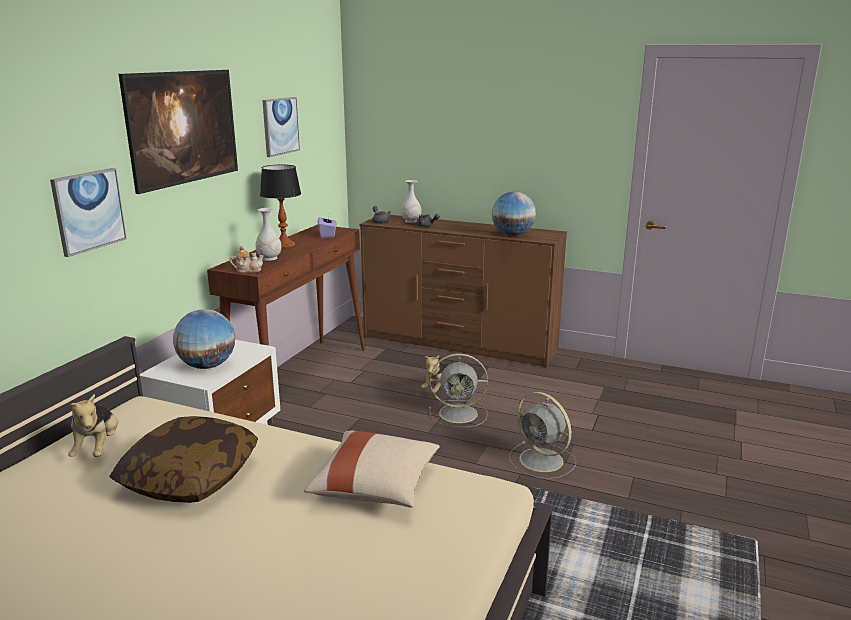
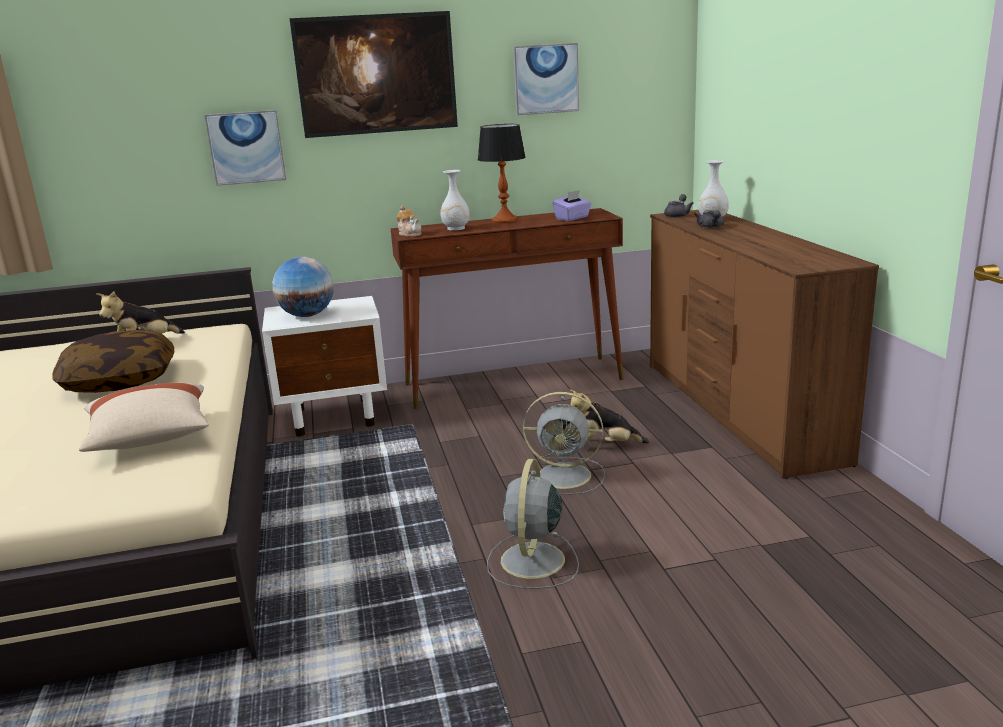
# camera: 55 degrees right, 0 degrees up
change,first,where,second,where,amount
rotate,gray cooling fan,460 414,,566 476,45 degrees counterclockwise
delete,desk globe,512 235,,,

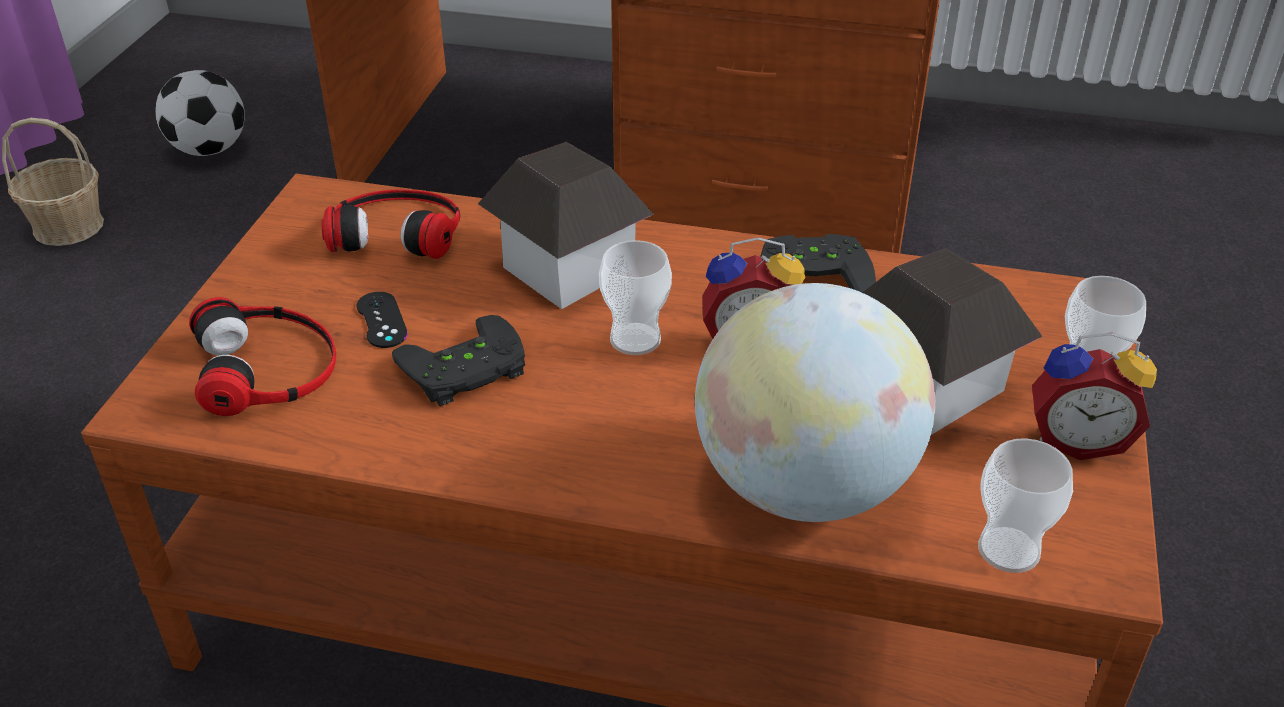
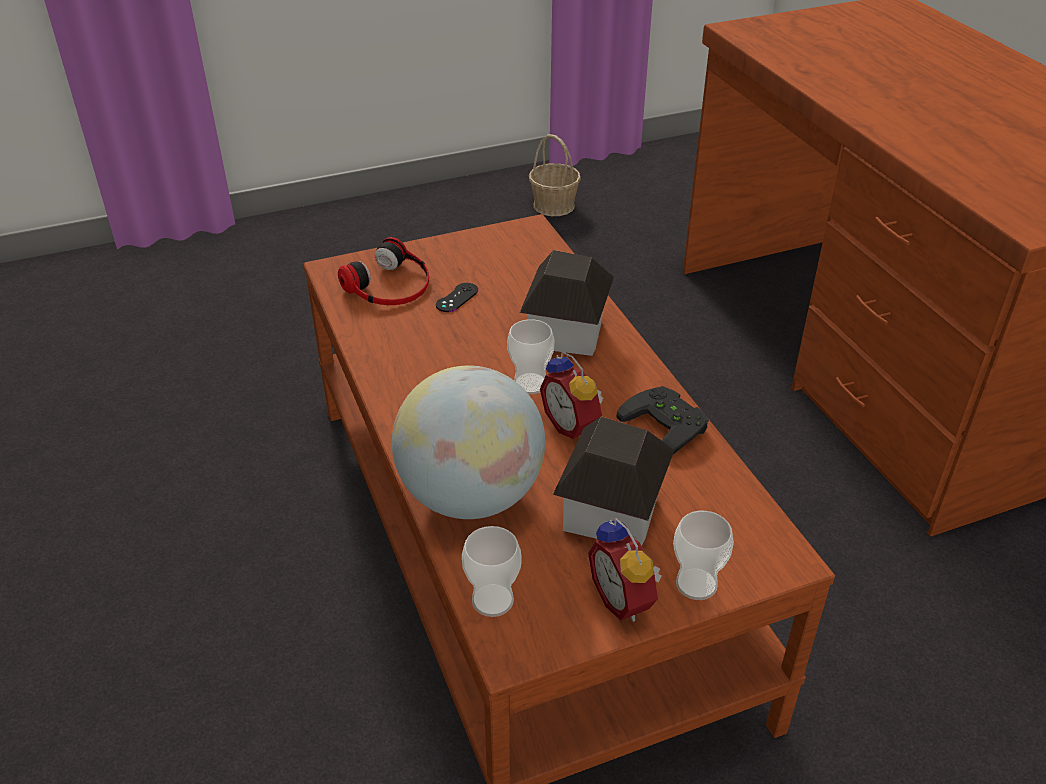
# camera: 55 degrees right, 0 degrees up
change,first,where,second,where,amount
delete,ball for football,209 150,,,
delete,headphones,397 230,,,
delete,blackish game controller,466 372,,,

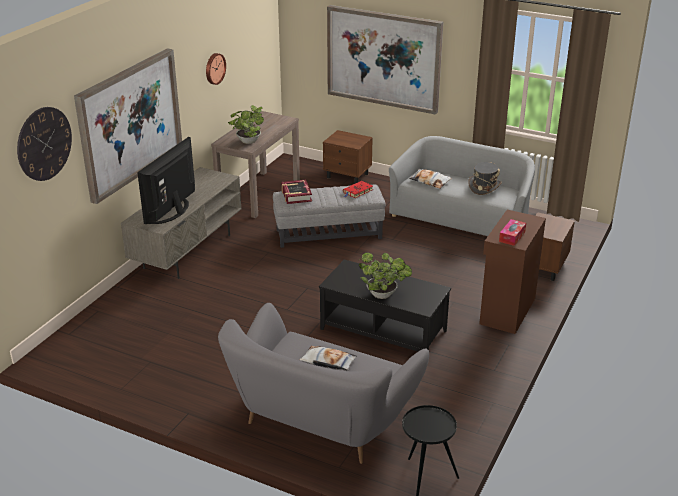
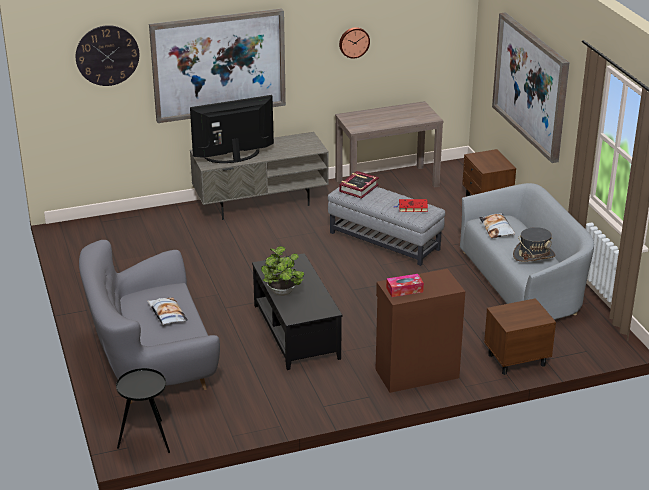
# camera: 45 degrees right, 0 degrees up
change,first,where,second,where,amount
delete,houseplant,247 142,,,

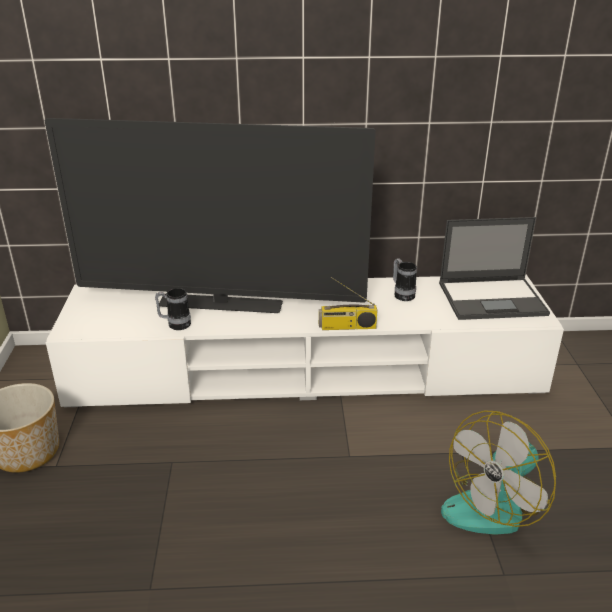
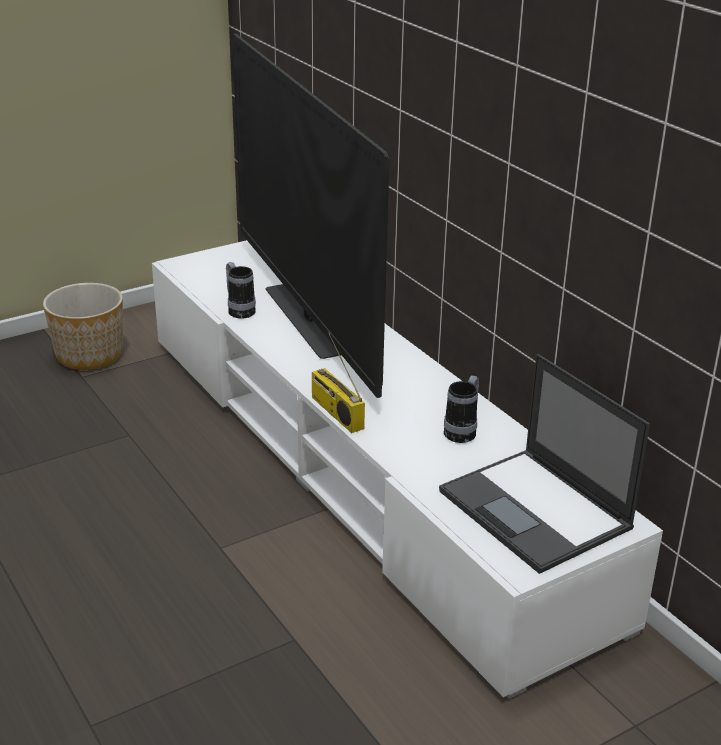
# camera: 60 degrees right, 0 degrees up
change,first,where,second,where,amount
delete,cooling fan,494 504,,,

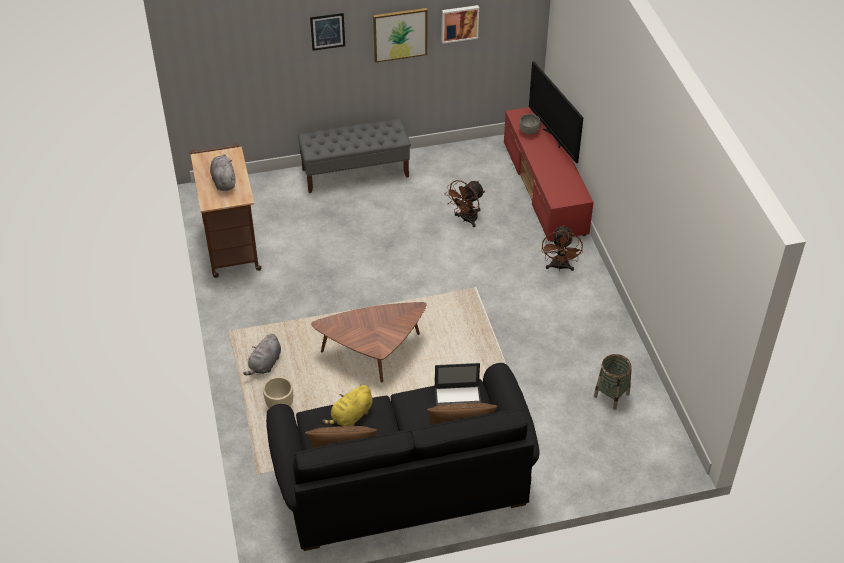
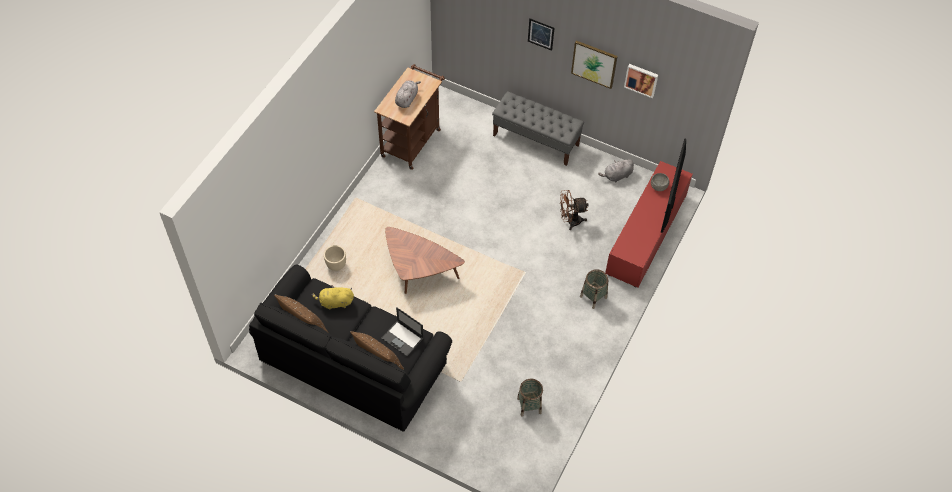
# camera: 40 degrees right, 10 degrees up
change,first,where,second,where,amount
replace,brown-coloured cooling fan,559 267,storage basket,593 297,
move,gray cuddly toy,265 364,,617 176,

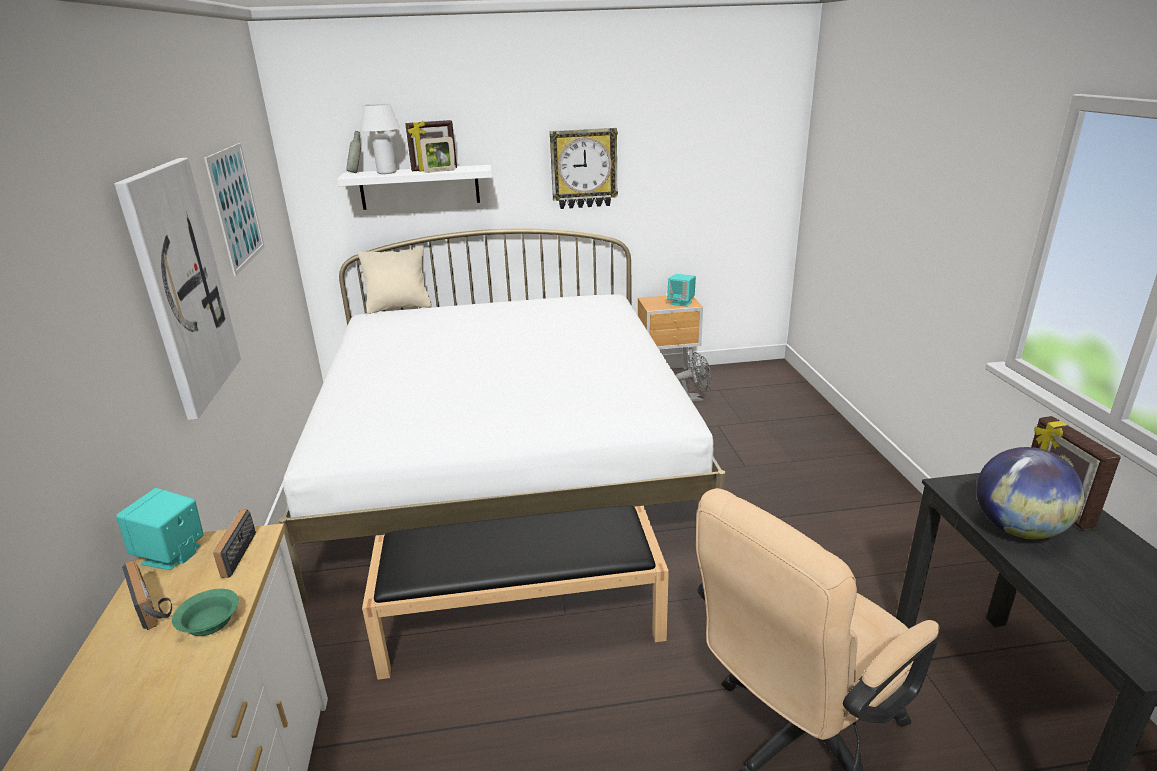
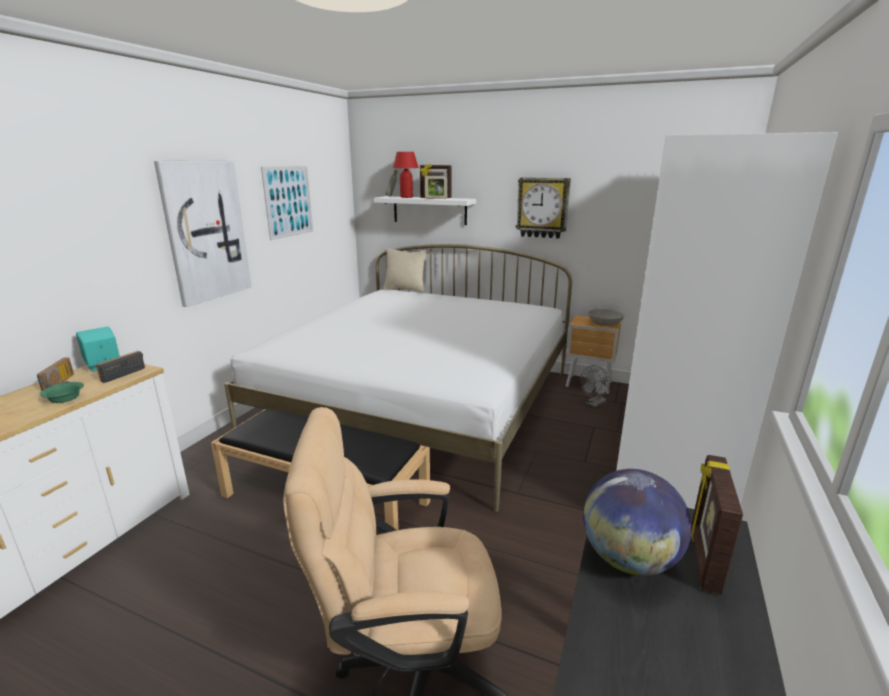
# camera: 30 degrees right, 5 degrees down
change,first,where,second,where,amount
recolor,white-coloured table lamp,386 172,reddish table lamp,406 197,
rotate,gray cooling fan,694 399,,594 403,120 degrees clockwise
replace,turquoise audio speaker,681 302,gray serving bowl,604 324,
insert,,,white-coloured wardrobe,665 451,

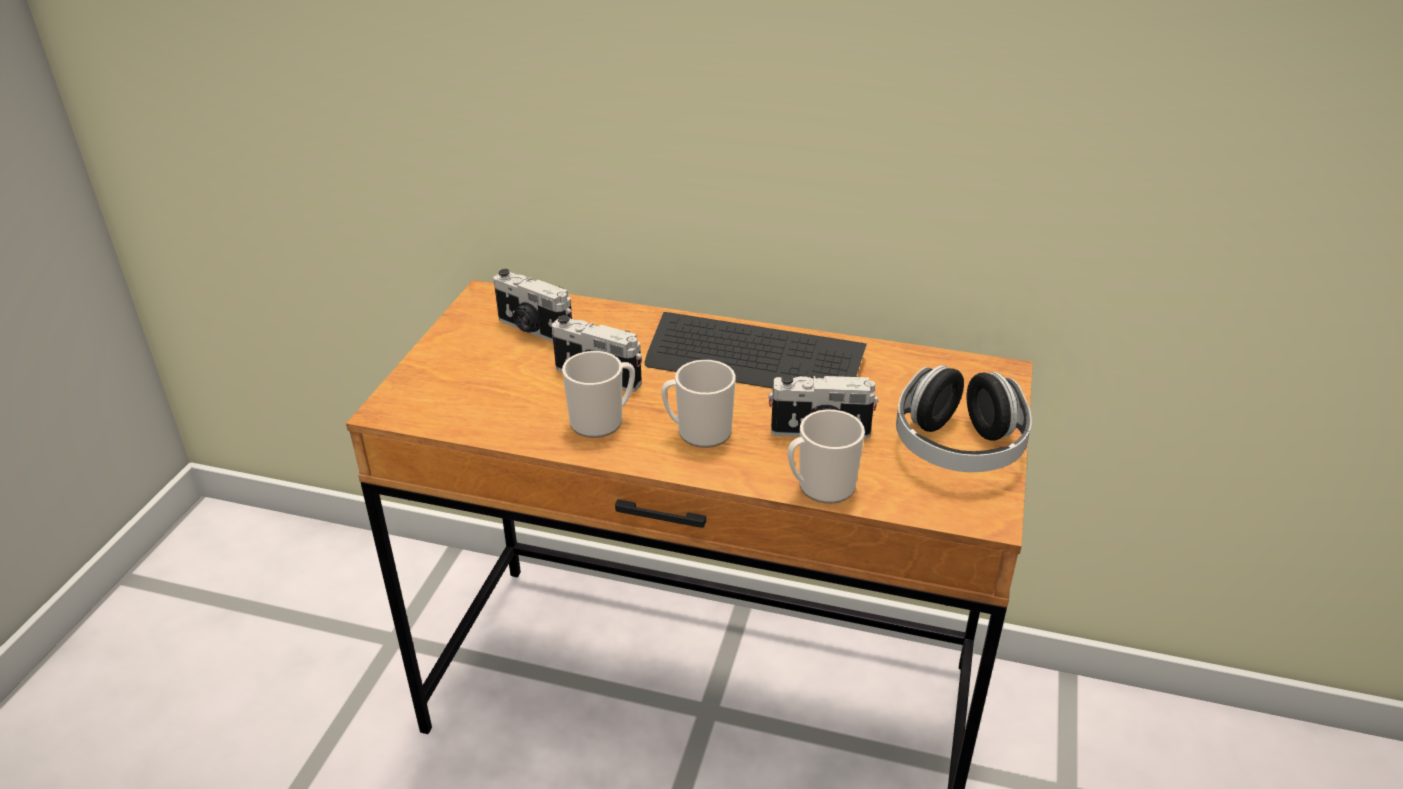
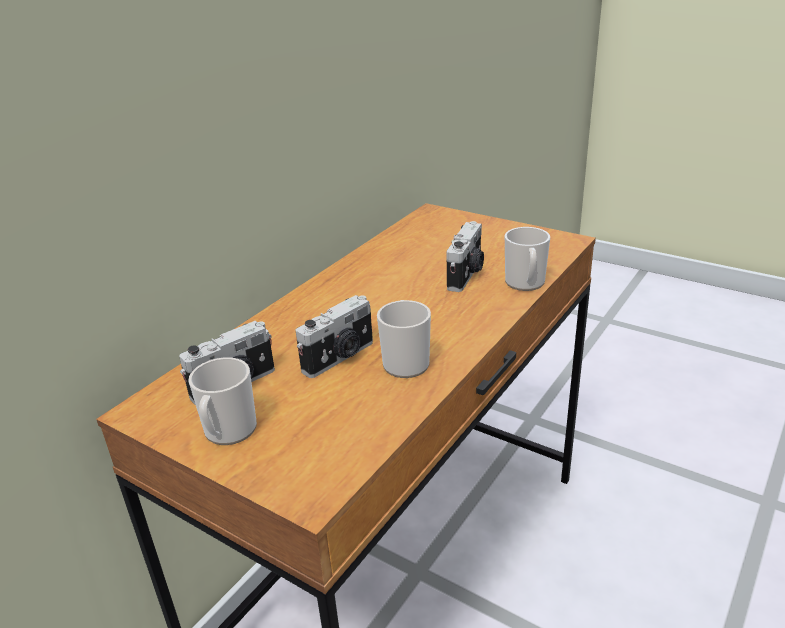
# camera: 70 degrees left, 5 degrees down
change,first,where,second,where,amount
move,mug,698 432,,228 432,
delete,computer keyboard,754 360,,,
delete,headphones,958 448,,,

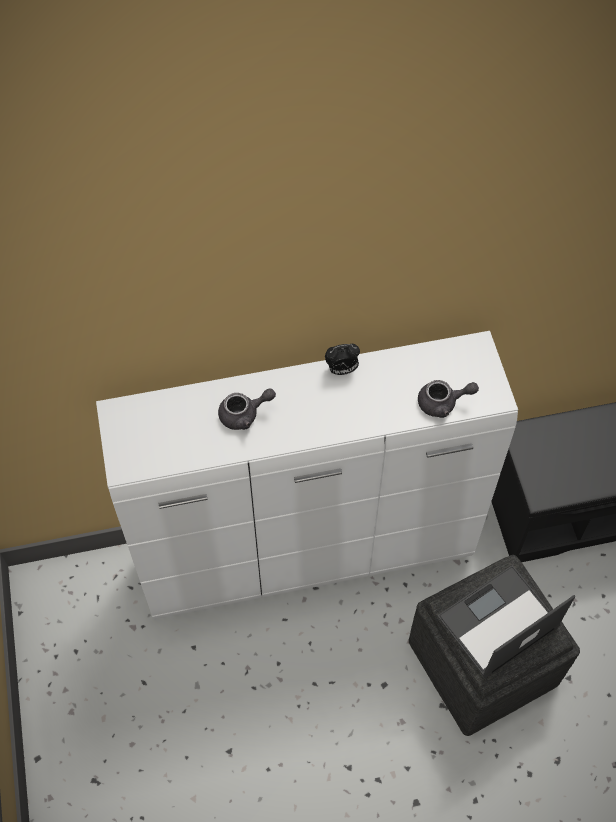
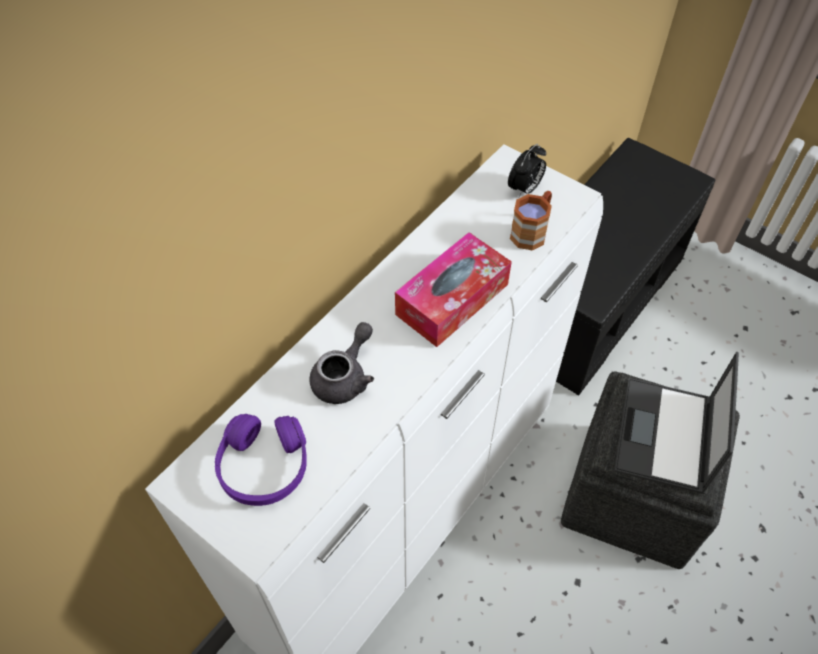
# camera: 40 degrees left, 5 degrees down
change,first,where,second,where,amount
insert,,,purplish headphones,264 466,
insert,,,tissue holder,452 299,
move,alarm clock,341 370,,524 189,
replace,gray tea pot,443 403,brown-coloured mug,532 231,

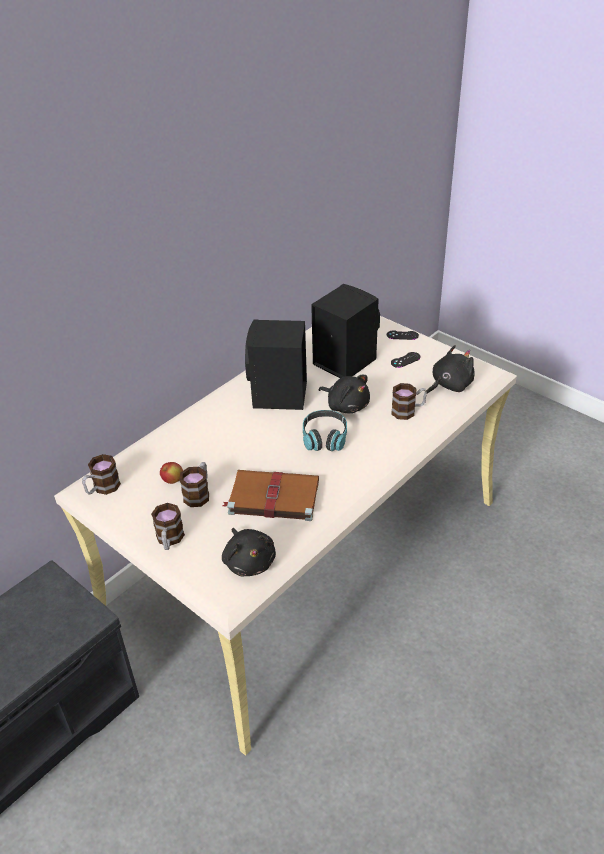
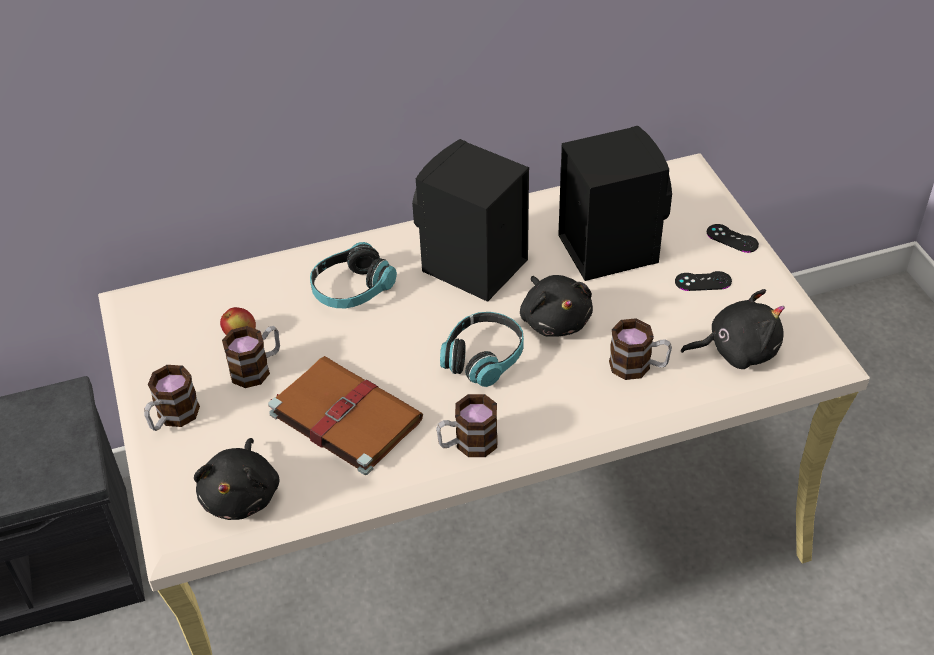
# camera: 30 degrees right, 5 degrees up
change,first,where,second,where,amount
insert,,,headphones,352 289,
move,mug,102 488,,467 444,

